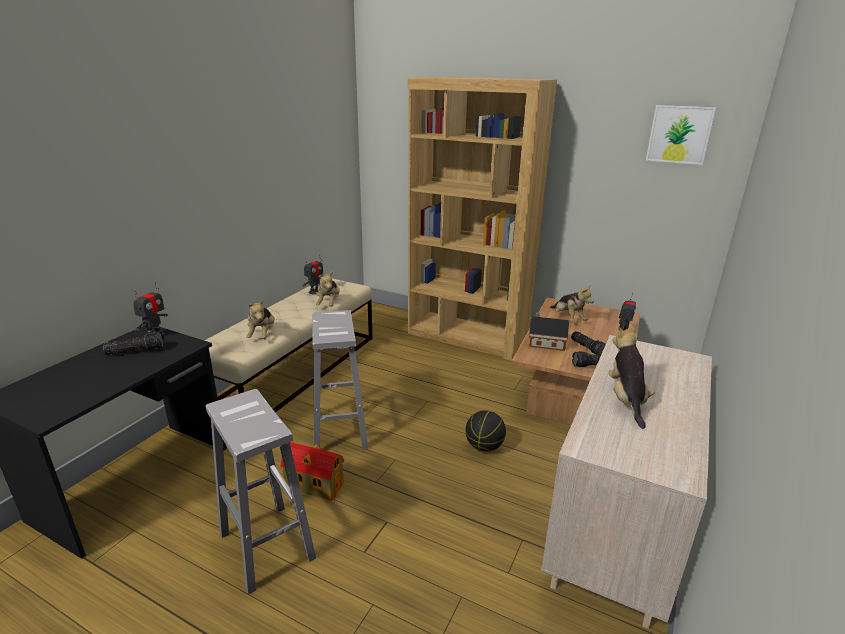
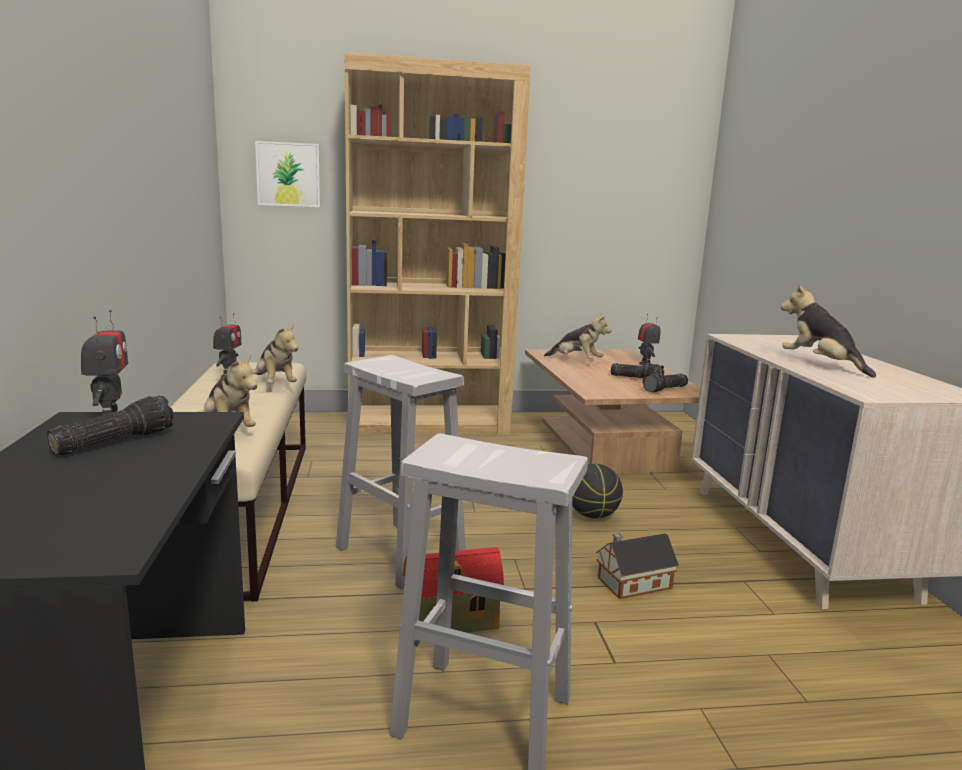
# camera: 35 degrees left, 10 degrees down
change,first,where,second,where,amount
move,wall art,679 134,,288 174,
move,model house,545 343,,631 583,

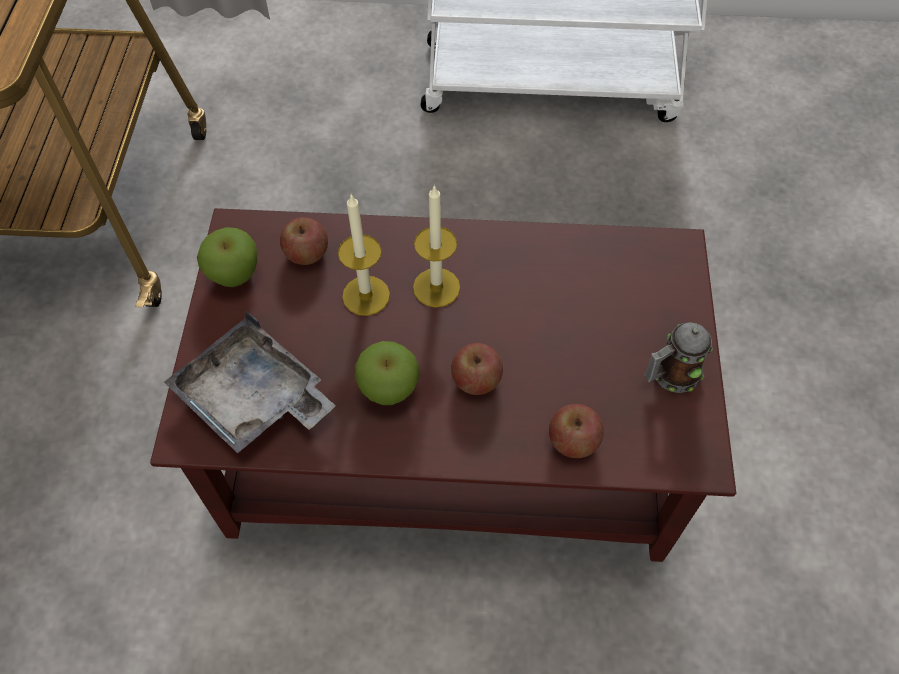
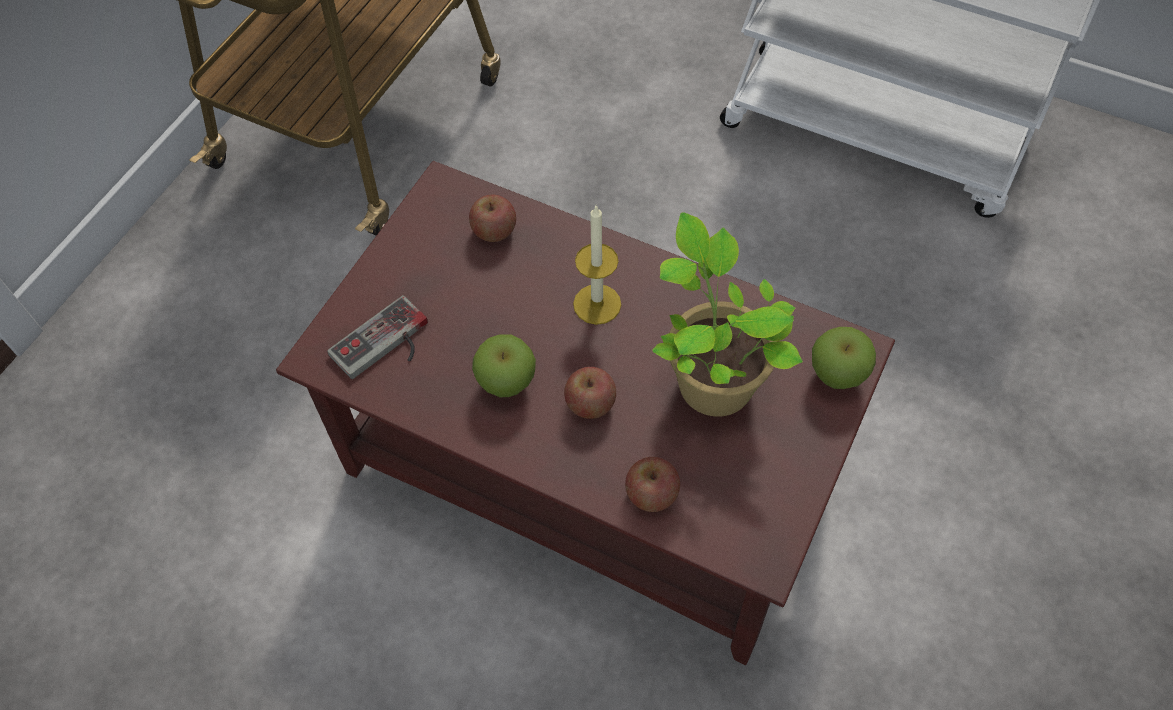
# camera: 25 degrees right, 0 degrees up
change,first,where,second,where,amount
replace,gray serving tray,254 398,game controller,386 346,
insert,,,houseplant,711 380,
move,whole apple,235 275,,837 375,
delete,wax candle,366 295,,,
delete,mug,670 375,,,

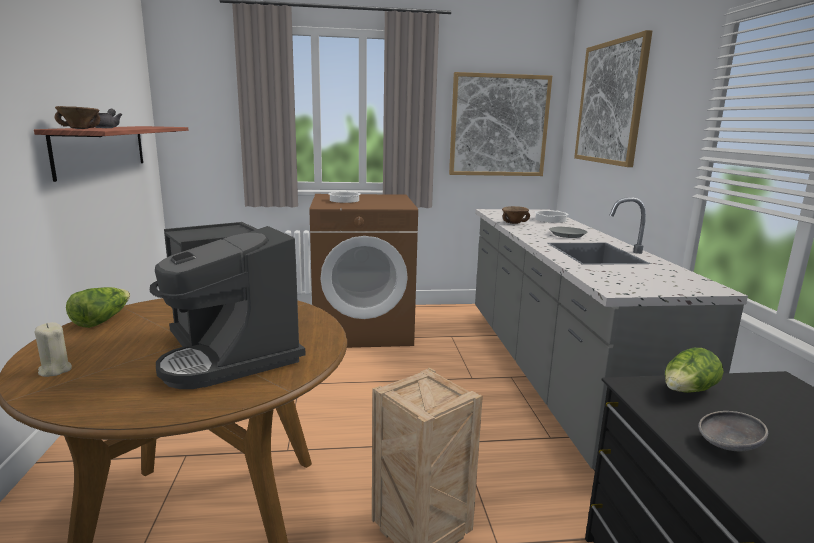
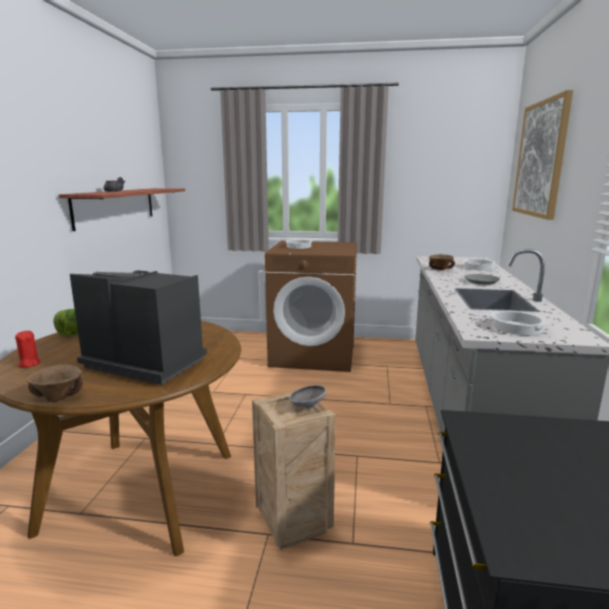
# camera: 15 degrees right, 0 degrees up
change,first,where,second,where,amount
recolor,beige wax candle,55 370,reddish wax candle,29 364,
move,brown-coloured serving bowl,79 129,,57 398,
rotate,coffee machine,230 353,,145 362,135 degrees clockwise
move,gray serving bowl,727 447,,307 406,
insert,,,cooking pot,516 327,
delete,wall art,499 125,,,
delete,head of lettuce,687 391,,,

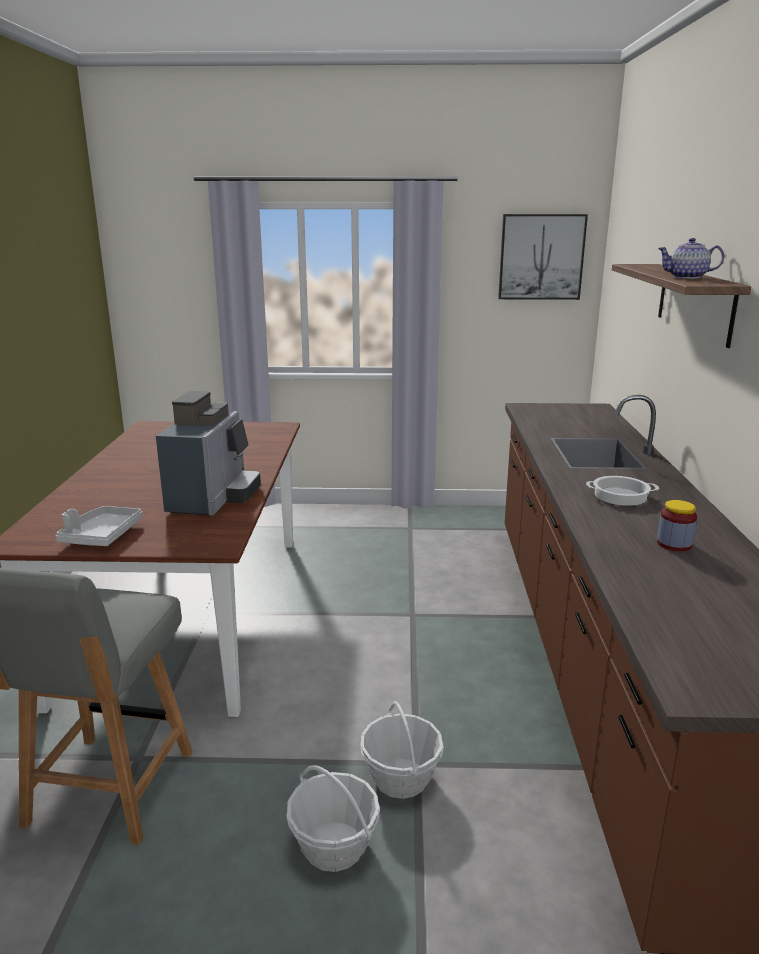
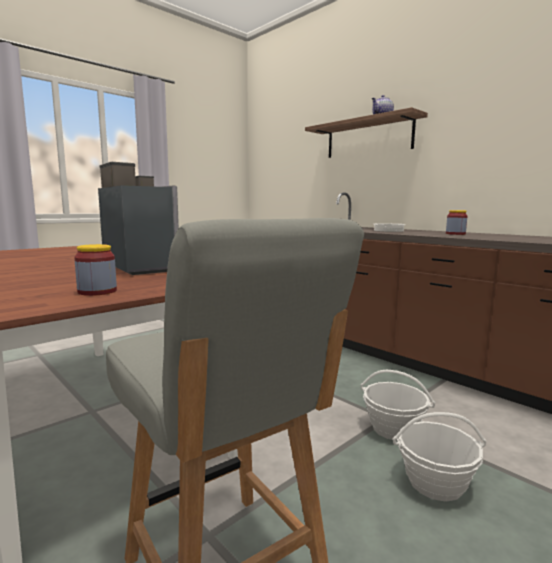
# camera: 45 degrees left, 10 degrees down
change,first,where,second,where,amount
replace,gray serving tray,101 536,jar,97 291,
delete,wall art,541 257,,,

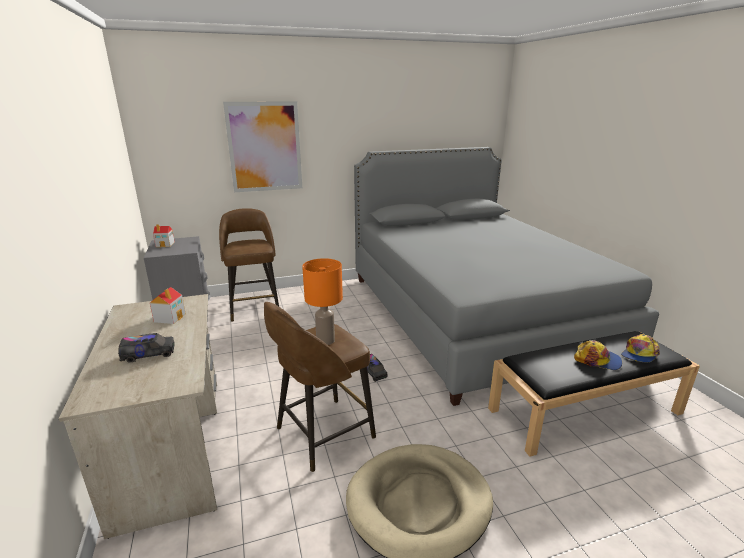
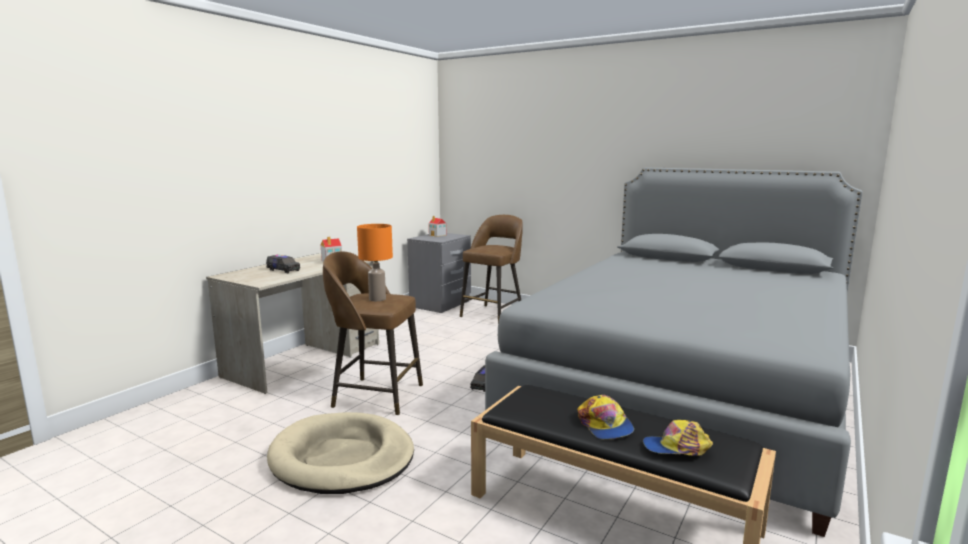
# camera: 50 degrees right, 10 degrees down
change,first,where,second,where,amount
delete,wall art,264 147,,,

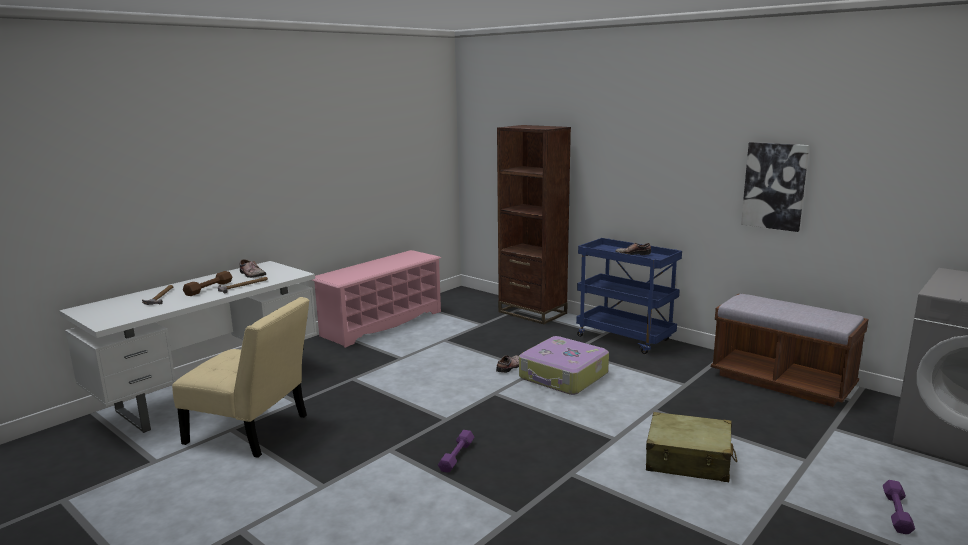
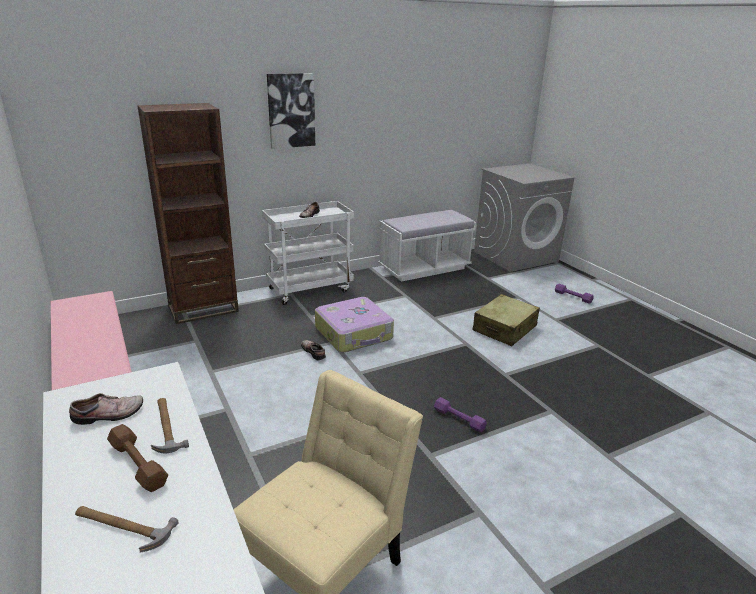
# camera: 70 degrees left, 10 degrees up
change,first,where,second,where,amount
recolor,bluish trolley,626 338,white-coloured trolley,310 289,
move,wall art,774 186,,291 110,
recolor,brown-coloured bench,781 381,white-coloured bench,424 268,

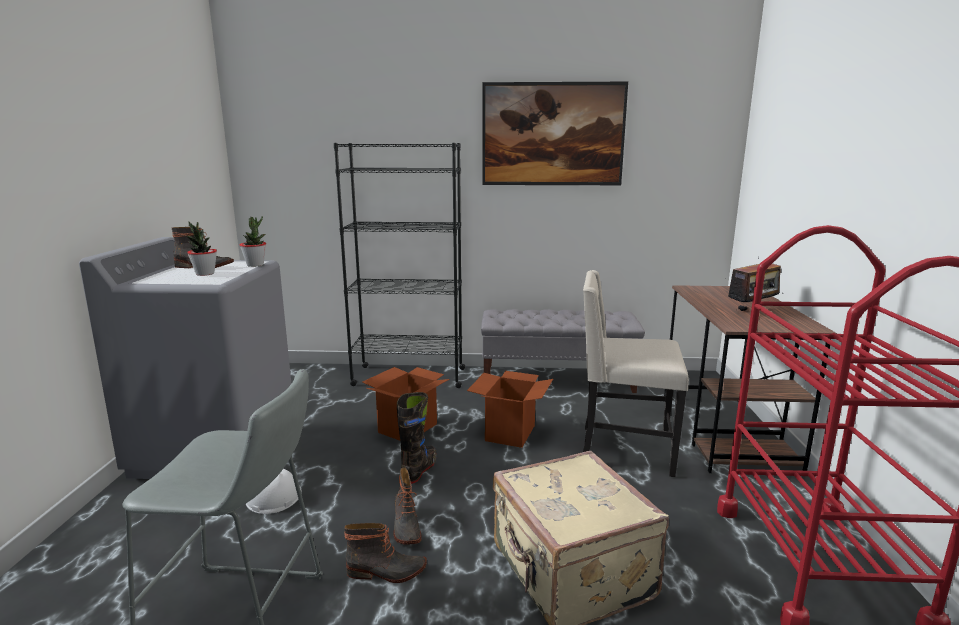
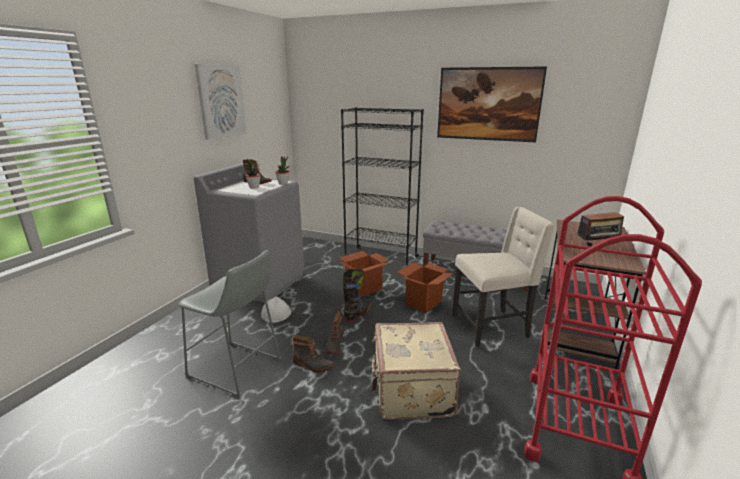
# camera: 20 degrees right, 5 degrees up
change,first,where,second,where,amount
insert,,,wall art,221 101,
rotate,beige chair,623 449,,491 326,135 degrees clockwise

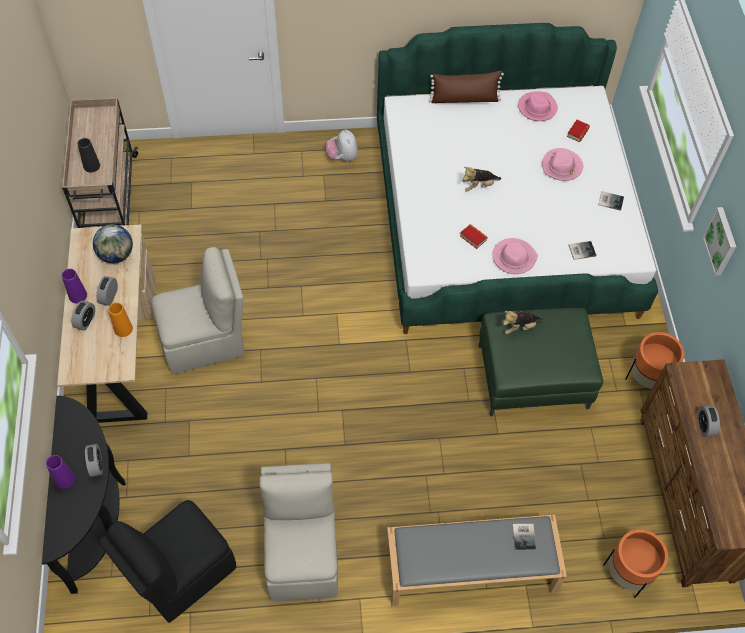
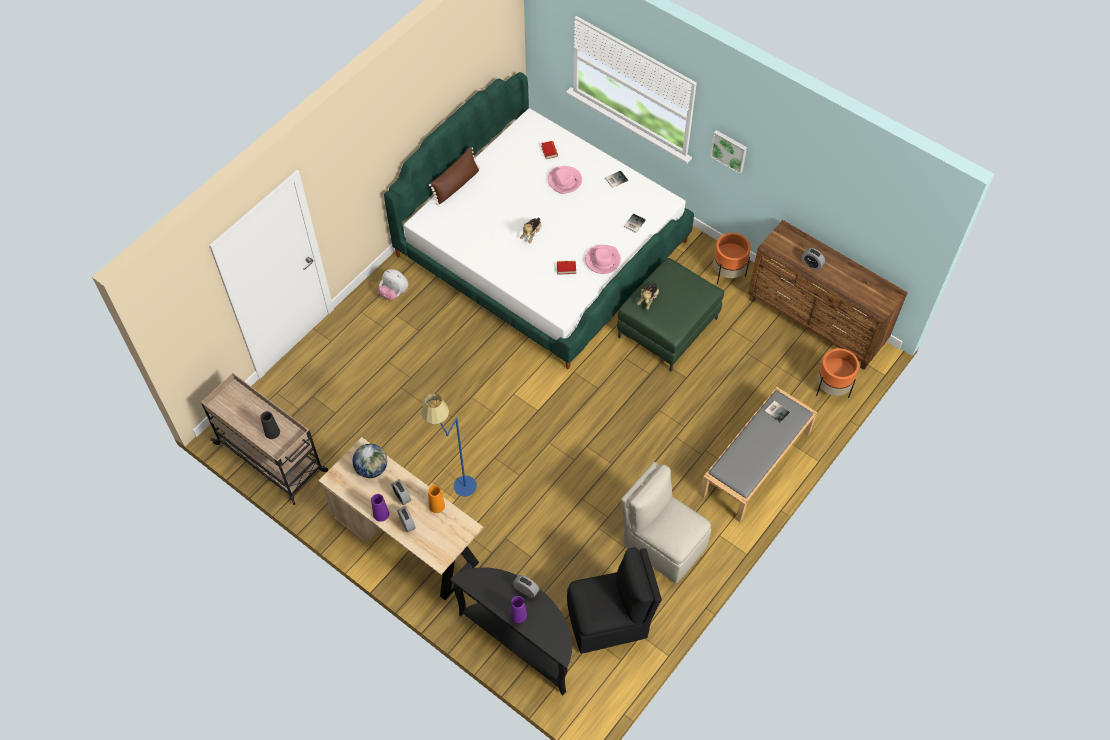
# camera: 45 degrees left, 0 degrees up
change,first,where,second,where,amount
replace,beige chair,205 341,bluish standing lamp,454 484,
rotate,blackish chair,181 573,,609 621,105 degrees counterclockwise
delete,pinkish clothing hat,537 108,,,

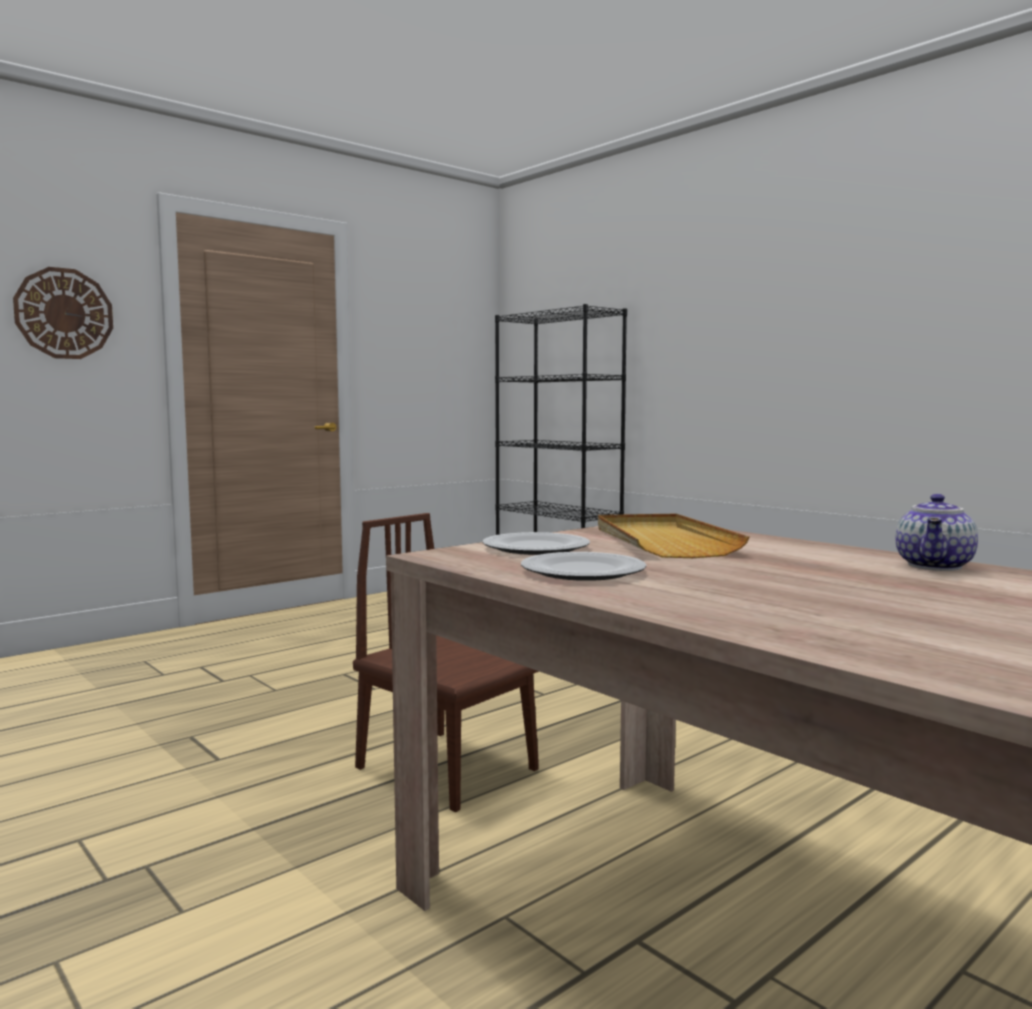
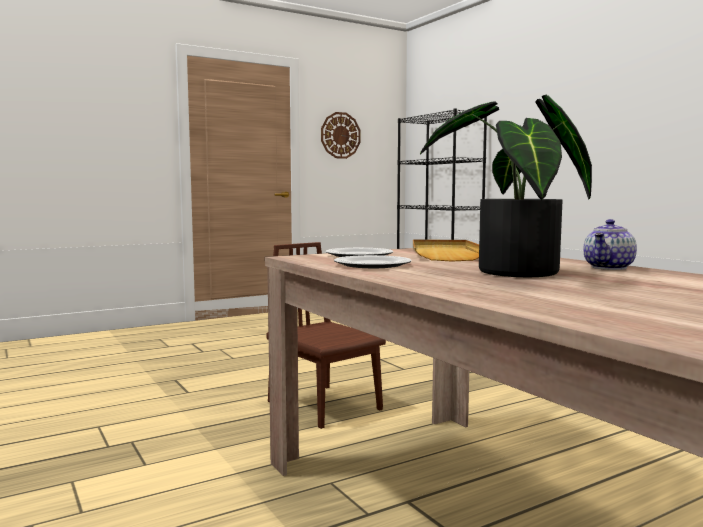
# camera: 10 degrees right, 0 degrees up
change,first,where,second,where,amount
move,wall clock,64 313,,340 135,
insert,,,houseplant,513 273,

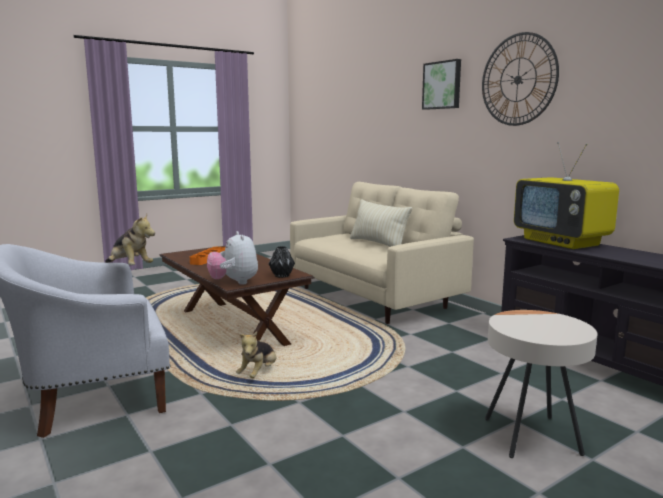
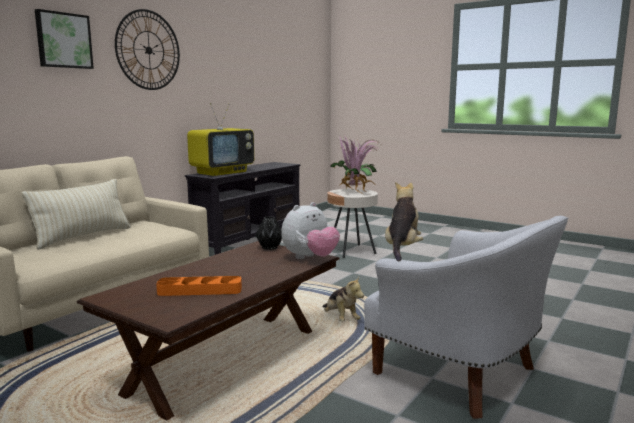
# camera: 110 degrees left, 0 degrees up
change,first,where,second,where,amount
rotate,cuddly toy,258 373,,341 318,60 degrees clockwise
insert,,,houseplant,354 192,

